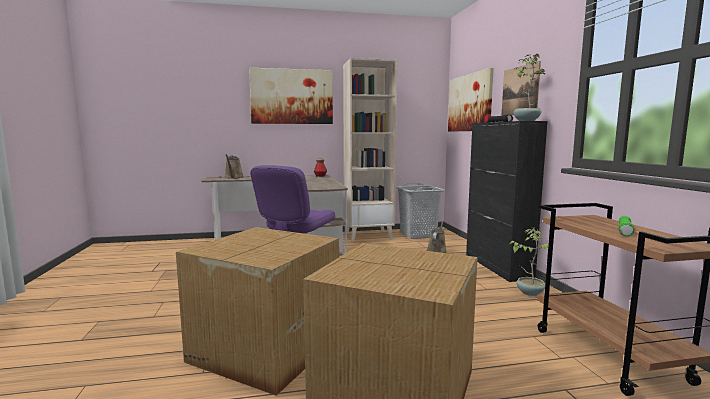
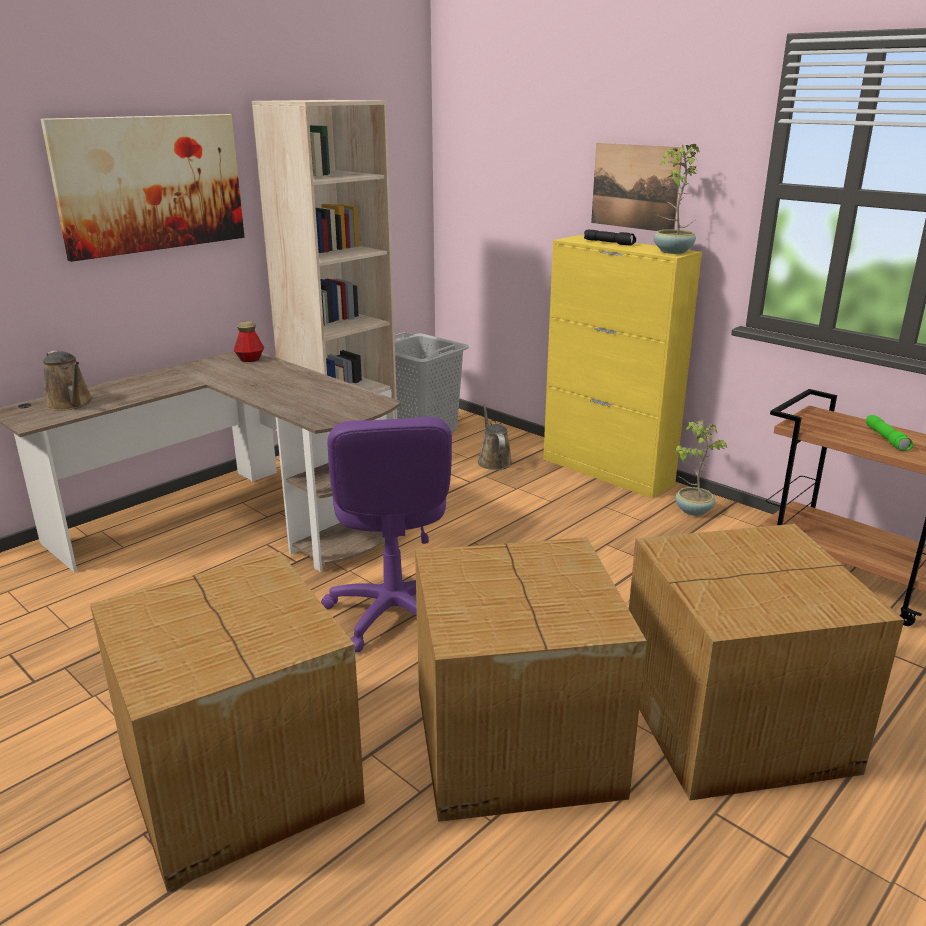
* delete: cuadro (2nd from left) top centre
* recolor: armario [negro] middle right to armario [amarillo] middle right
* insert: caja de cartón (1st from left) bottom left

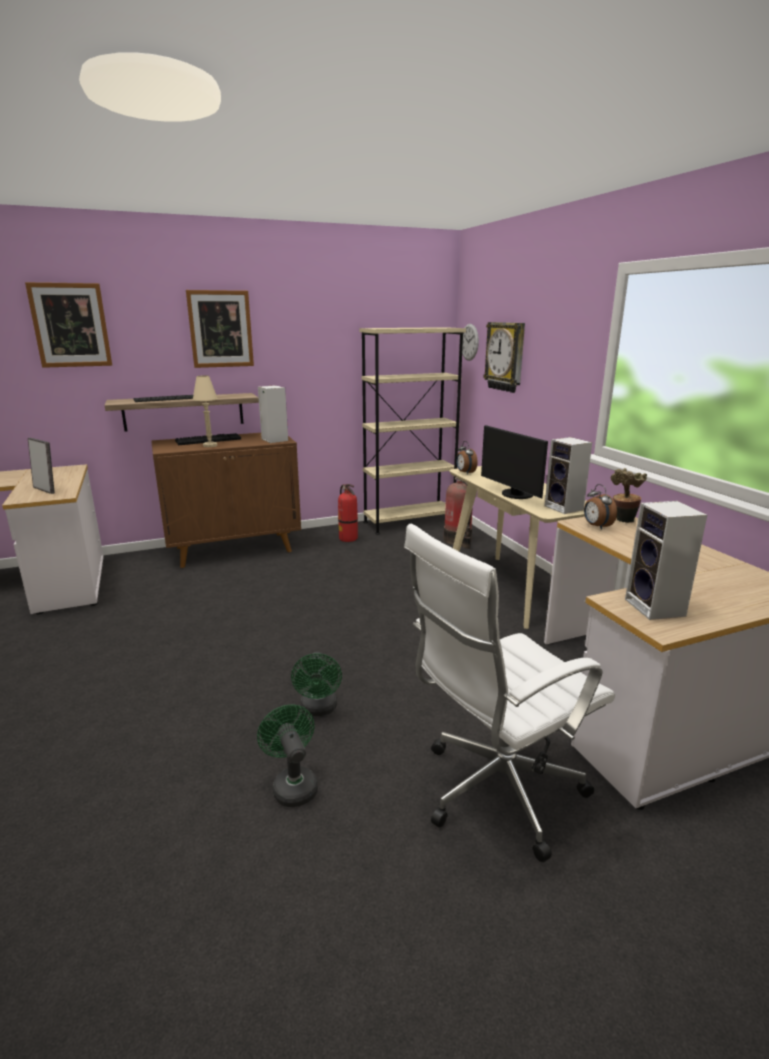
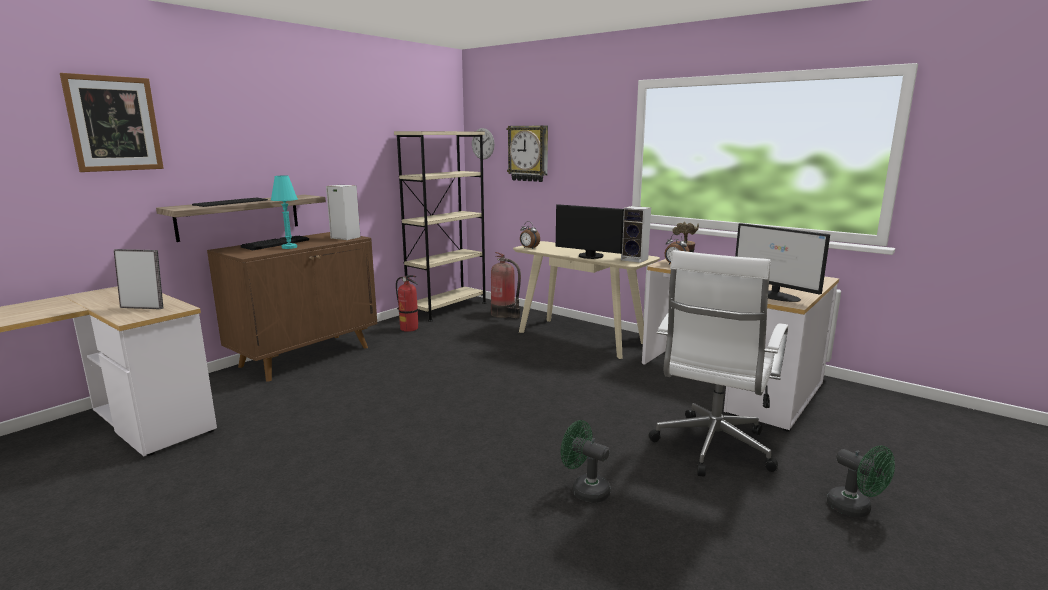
* delete: cuadro (2nd from left) top left
* recolor: lámpara de mesa [beis] middle left to lámpara de mesa [turquesa] middle left
* replace: altavoz (3rd from left) middle right to monitor (2nd from left) middle right
* move: ventilador [verde] (2nd from left) centre to bottom right

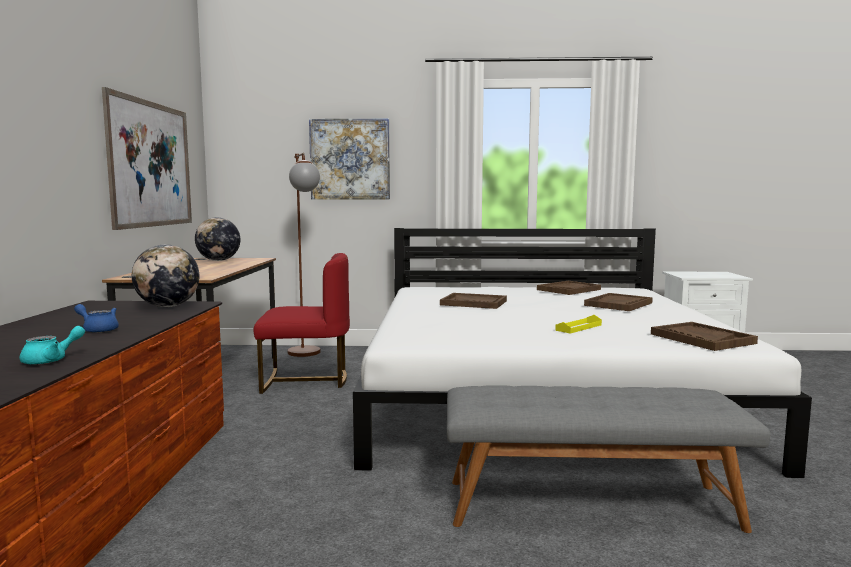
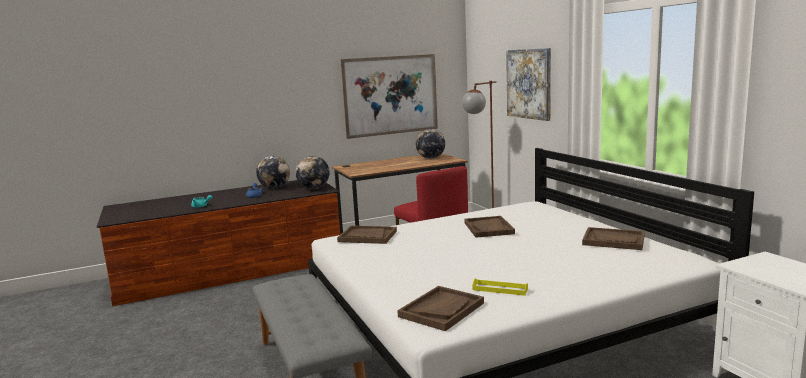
* move: bandeja [marrón] (3rd from left in the first image) middle right to bandeja [marrón] (1st from left) centre
* move: bandeja [amarillo] middle right to bottom centre
* insert: globo terráqueo (1st from left) centre

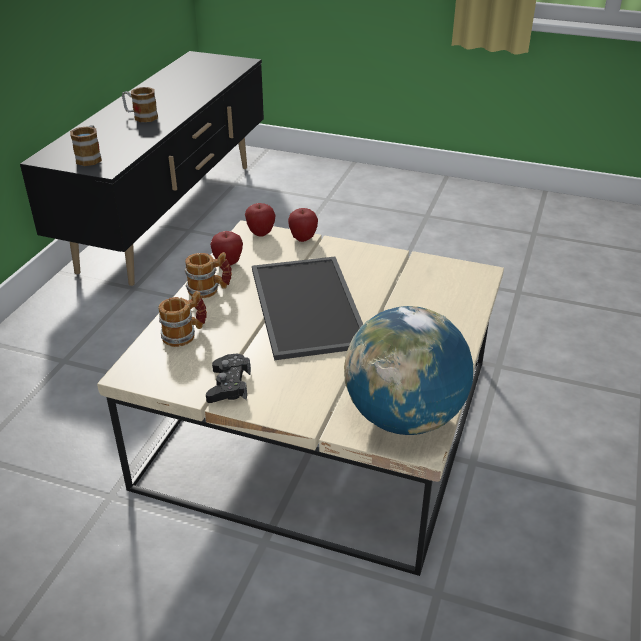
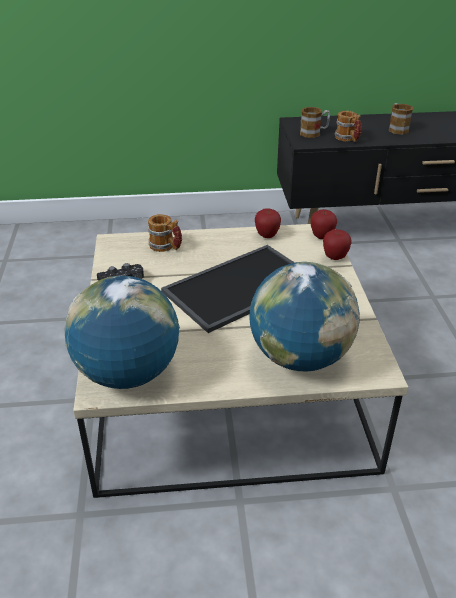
* move: taza grande (4th from left in the first image) middle left to taza grande (3rd from left) top right
* insert: globo terráqueo (2nd from left) middle right

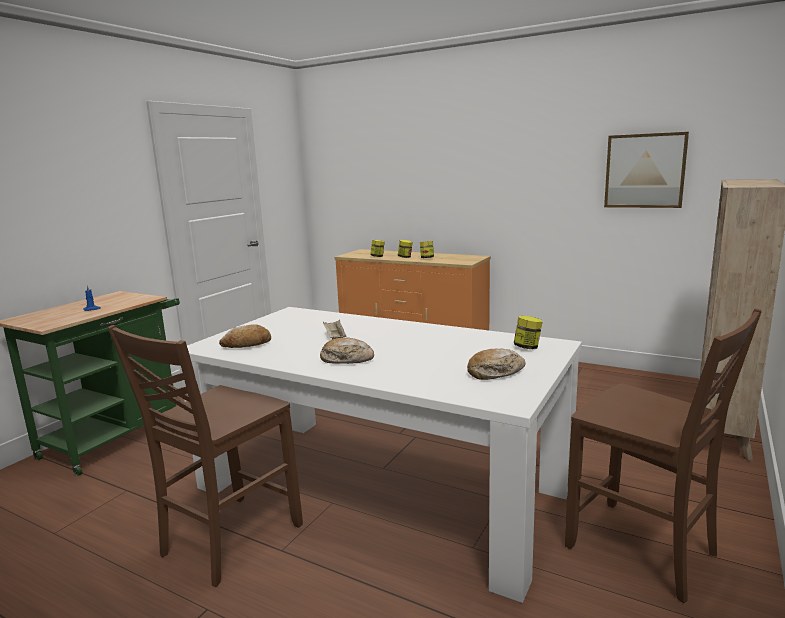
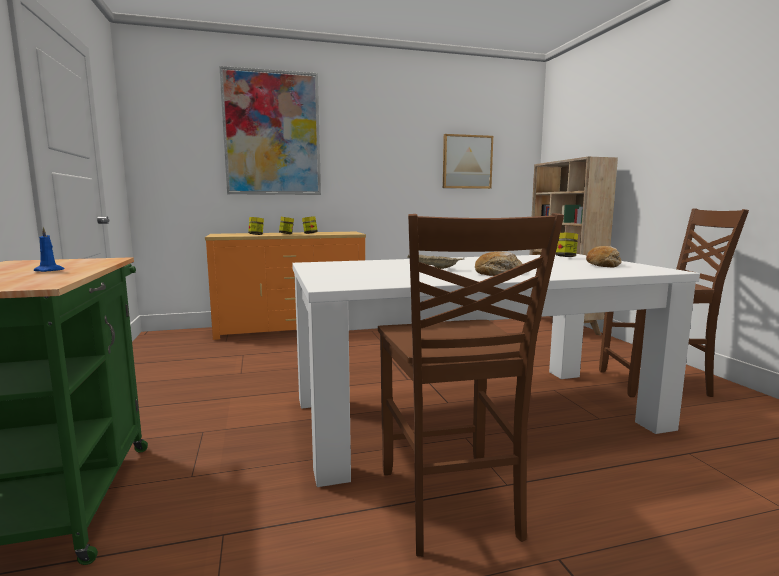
* delete: pan (1st from left) middle left
* insert: cuadro (1st from left) top centre

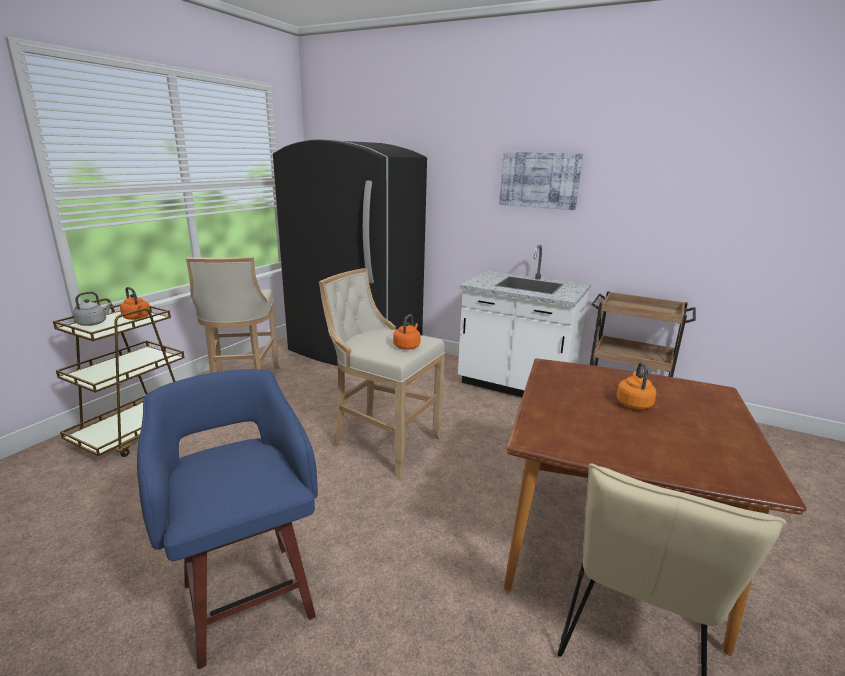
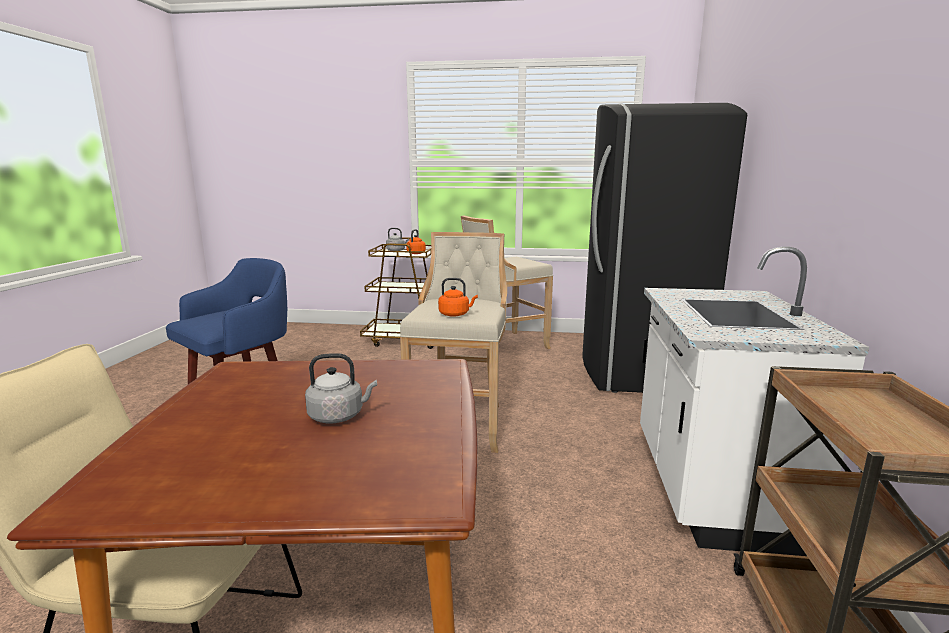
* delete: cuadro top centre
* recolor: hervidor [naranja] (3rd from left) middle right to hervidor [gris] (1st from left) centre

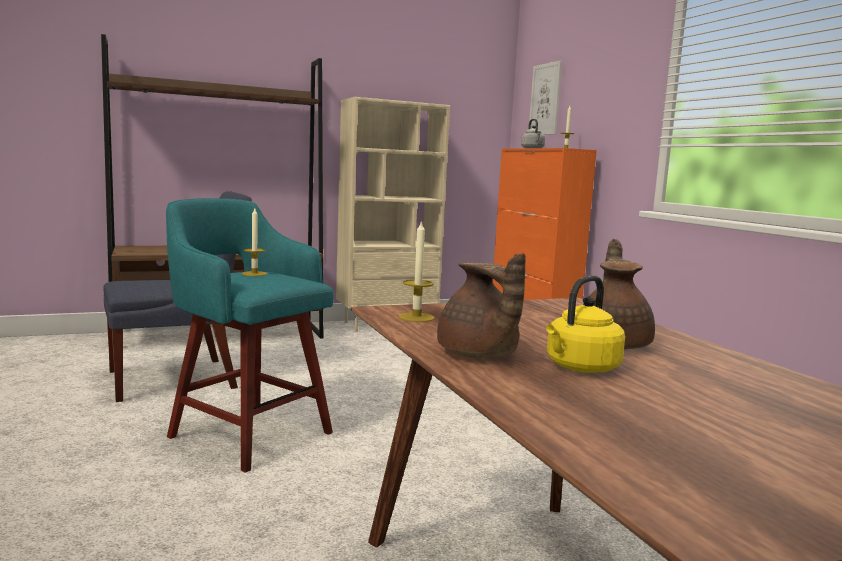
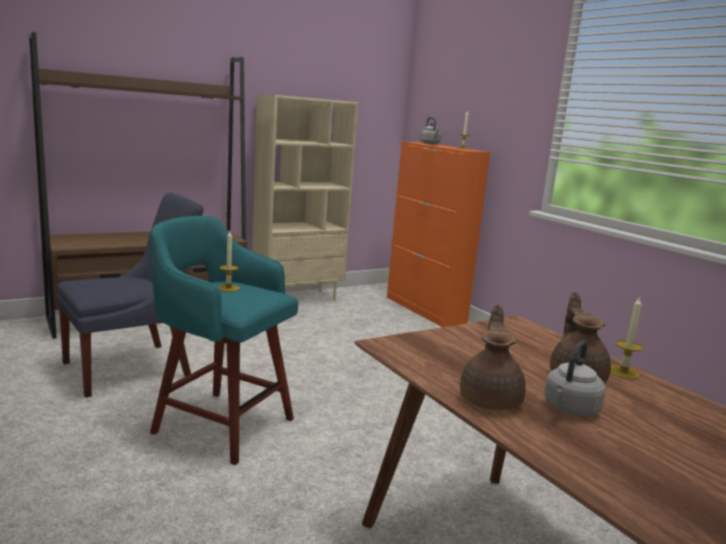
* delete: cuadro top centre
* move: vela (2nd from left in the first image) centre to vela (3rd from left) middle right
* rotate: tetera [marrón] (1st from left) centre = middle right 135 degrees counterclockwise
* recolor: hervidor [amarillo] middle right to hervidor [gris] (2nd from left) bottom right

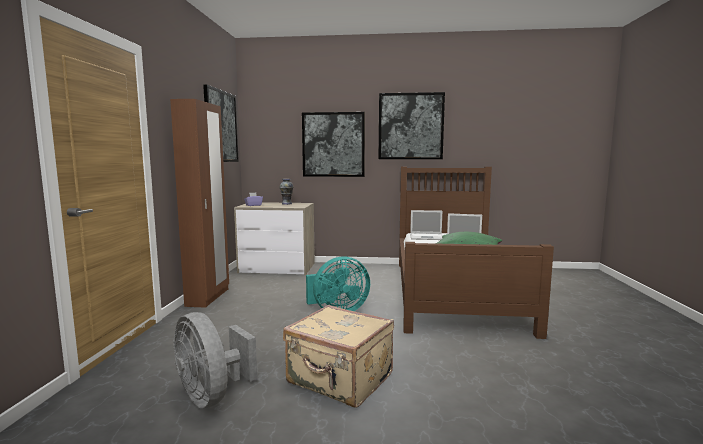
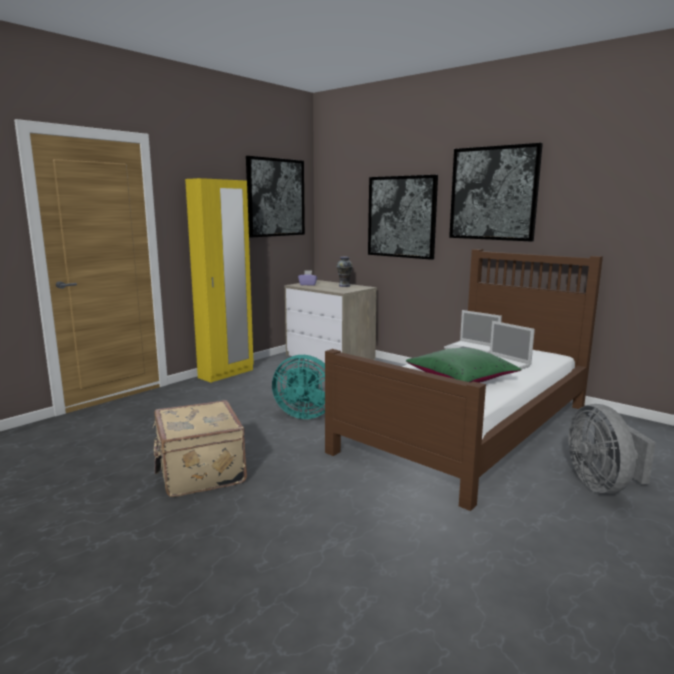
* recolor: armario ropero [marrón] middle left to armario ropero [amarillo] middle left
* move: ventilador [gris] bottom left to middle right

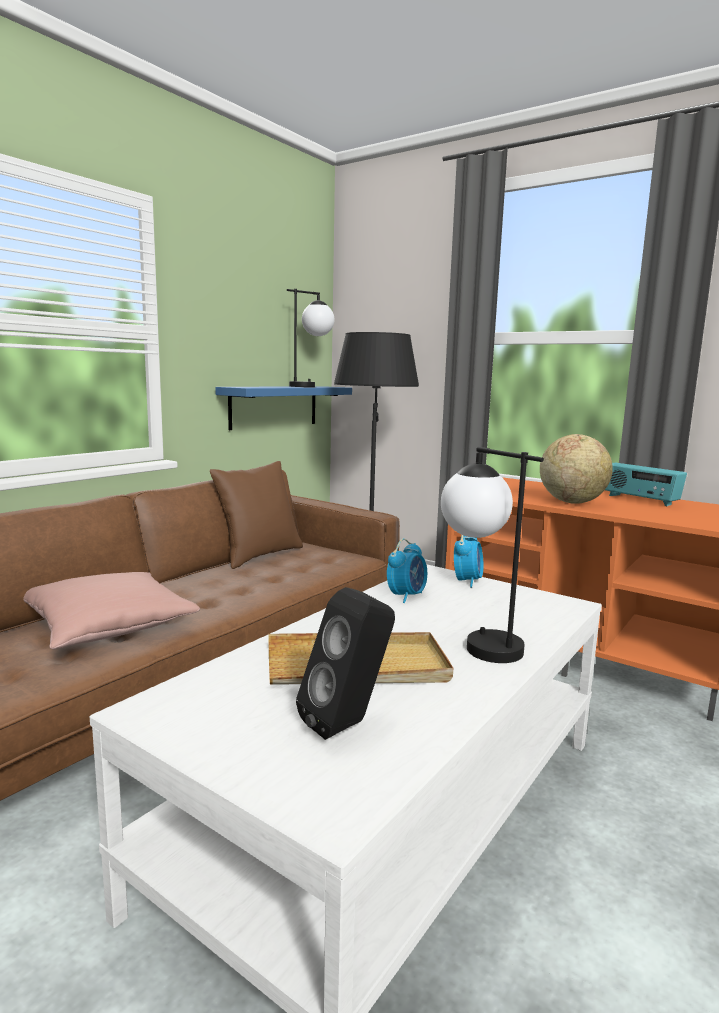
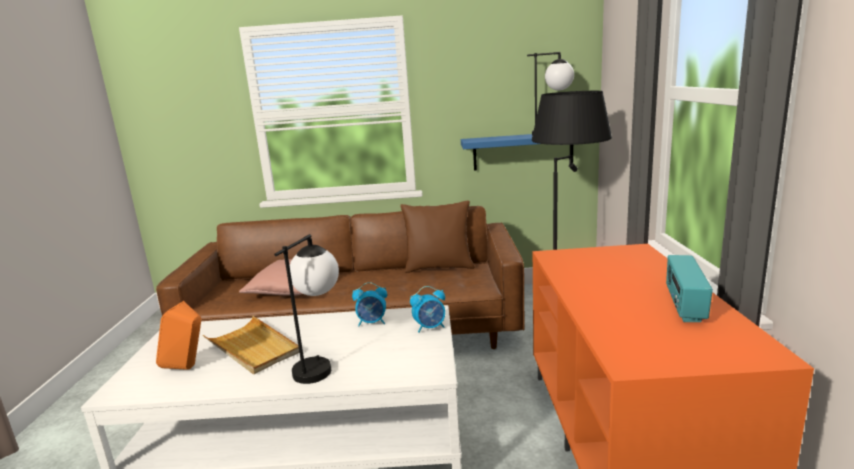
* delete: globo terráqueo middle right
* recolor: altavoz [negro] centre to altavoz [naranja] bottom left

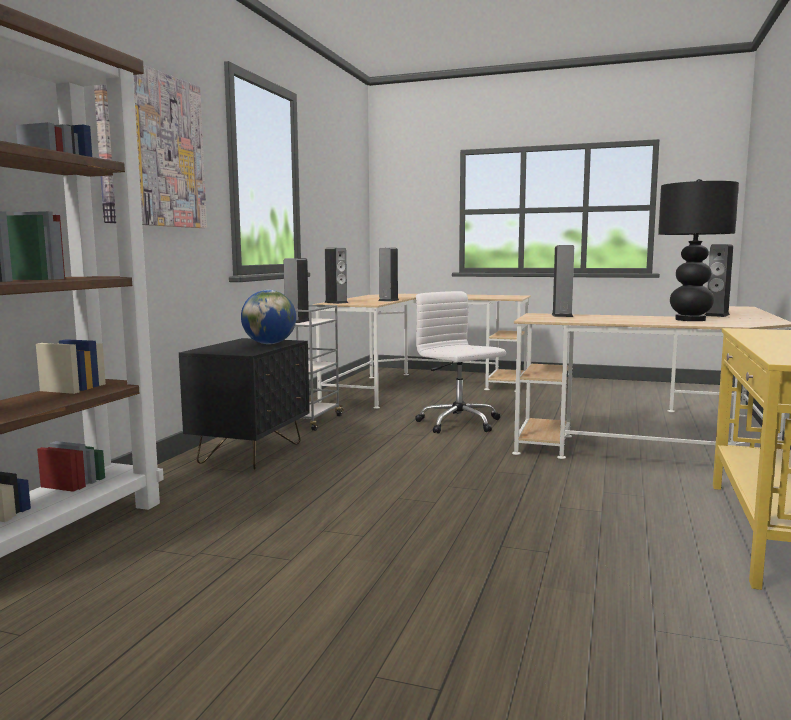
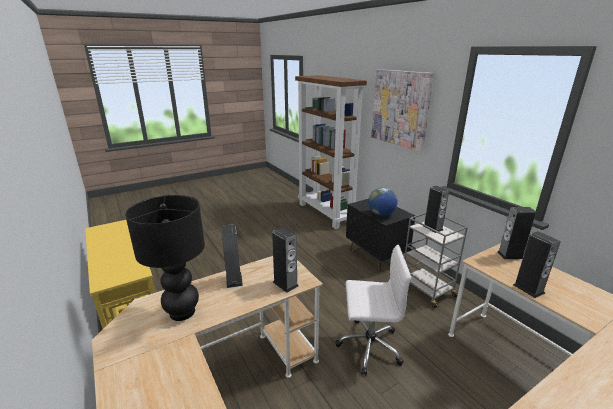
* move: altavoz (5th from left in the first image) middle right to altavoz (1st from left) centre

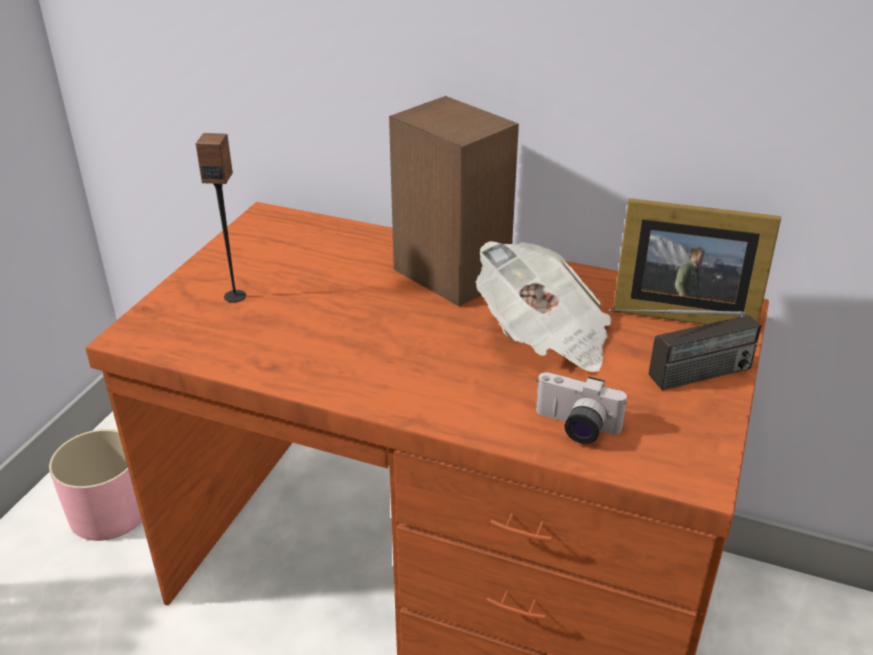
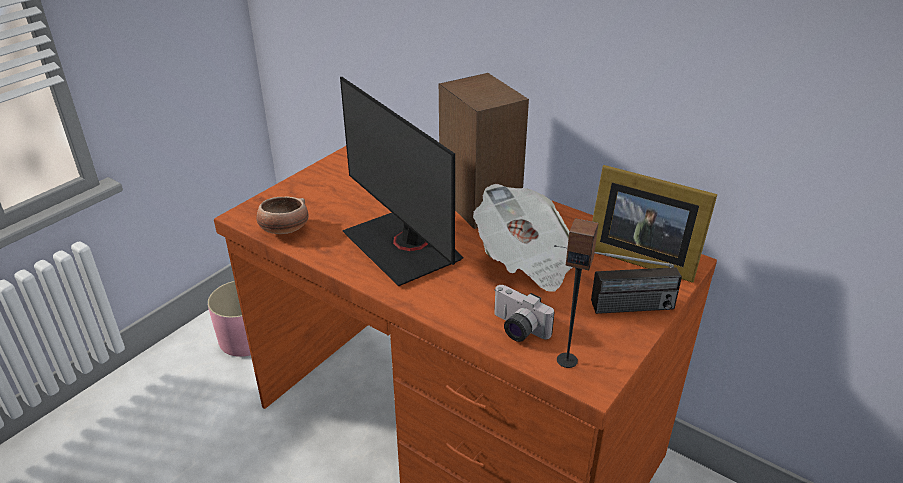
* move: altavoz (1st from left in the first image) top left to altavoz (2nd from left) centre
* insert: monitor centre
* insert: cuenco middle left

